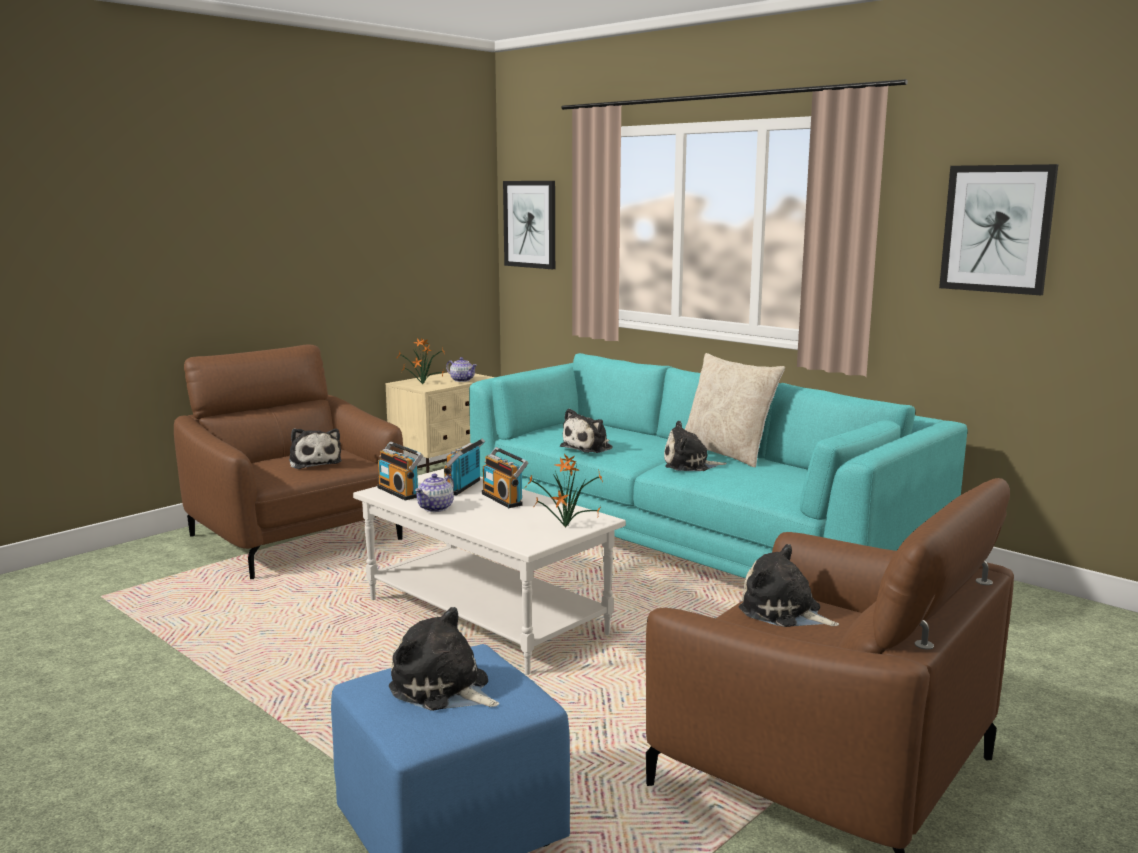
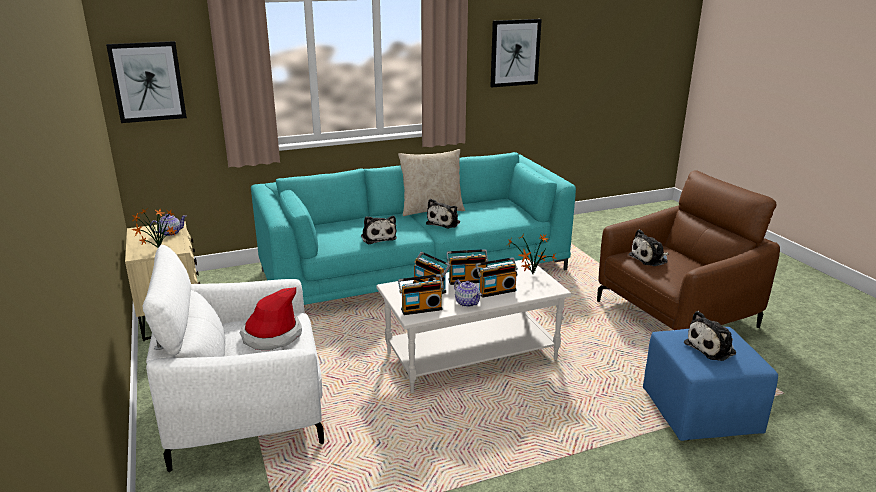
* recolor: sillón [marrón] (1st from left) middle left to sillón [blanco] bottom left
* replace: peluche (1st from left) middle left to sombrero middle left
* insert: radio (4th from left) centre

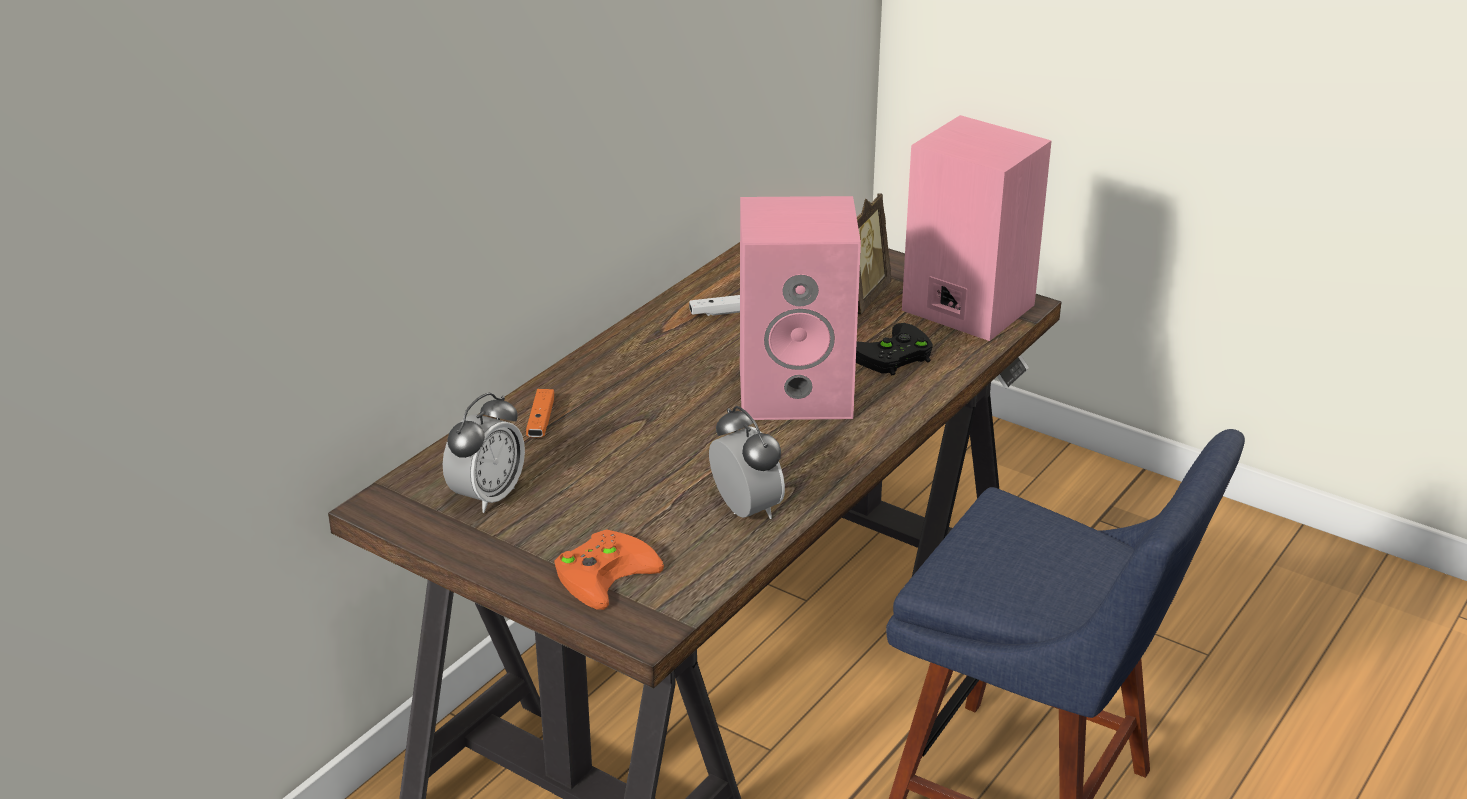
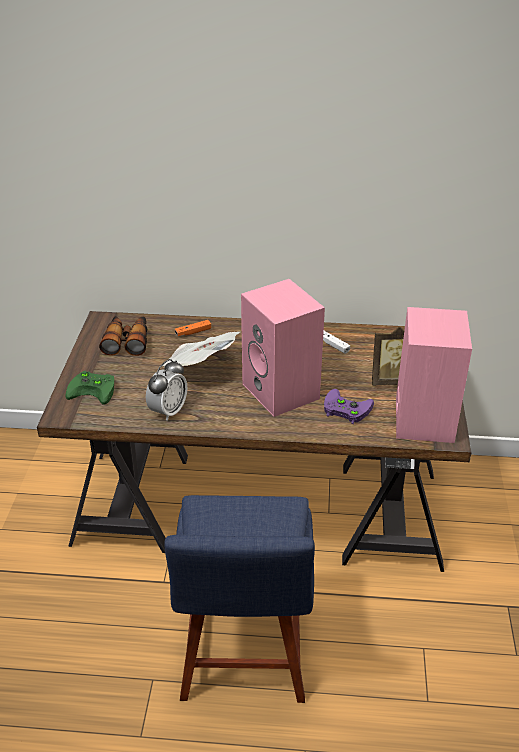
* recolor: mando de consola [negro] centre to mando de consola [morado] middle right
* replace: despertador (1st from left) middle left to prismáticos middle left
* recolor: mando de consola [naranja] (2nd from left) bottom centre to mando de consola [verde] middle left
* insert: periódico centre

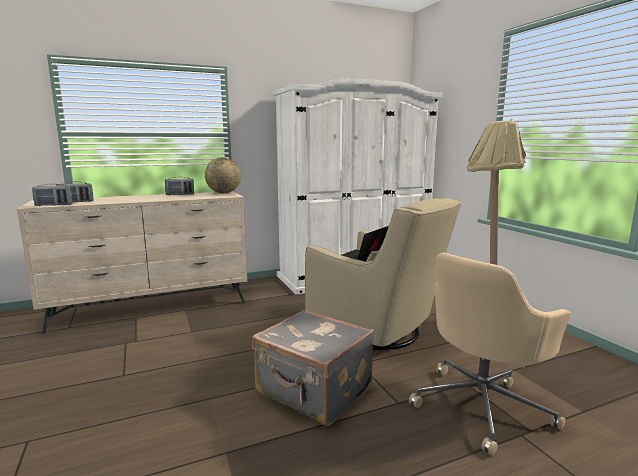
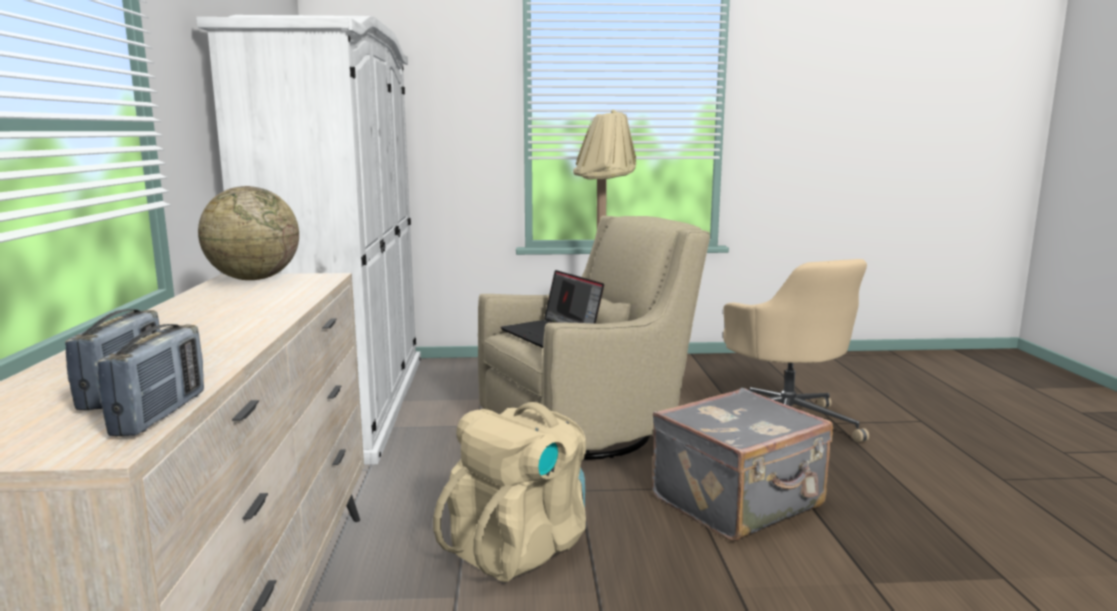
* delete: radio (3rd from left) middle left
* insert: mochila [beis] bottom centre

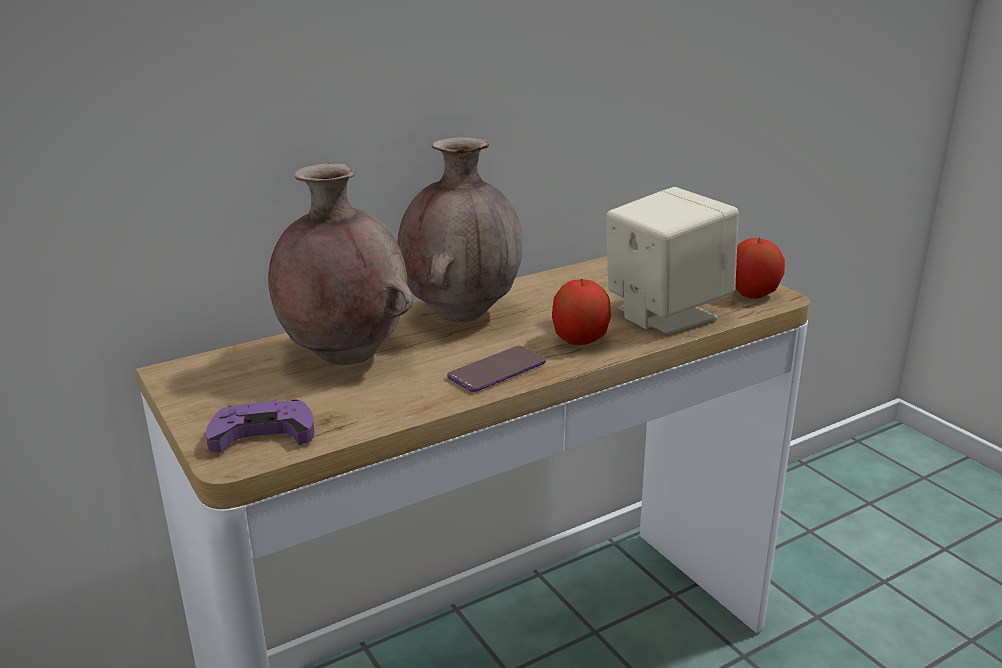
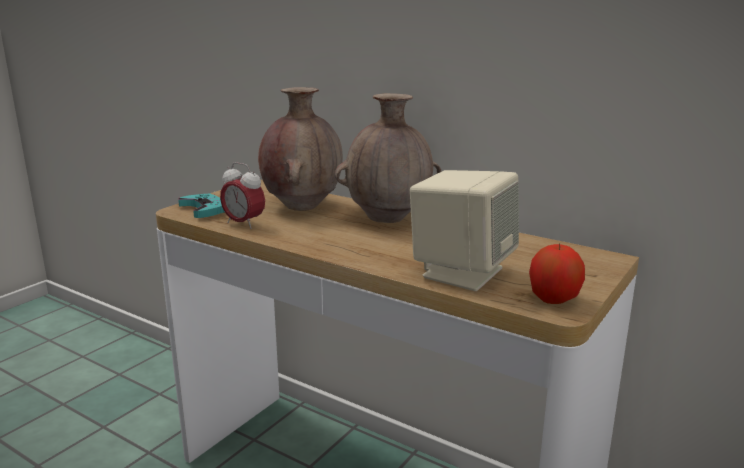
* delete: manzana (1st from left) centre
* delete: móvil centre
* recolor: mando de consola [morado] middle left to mando de consola [turquesa] middle left
* insert: despertador middle left

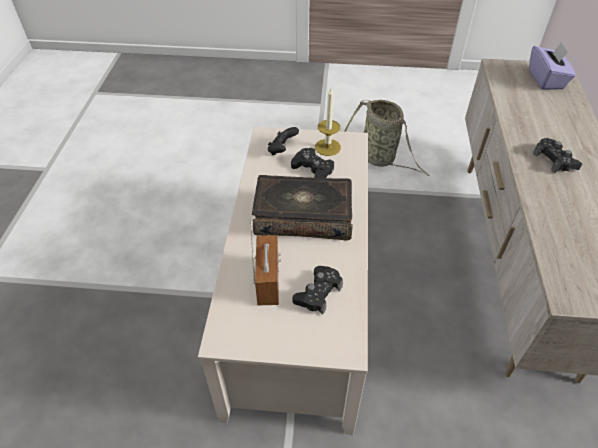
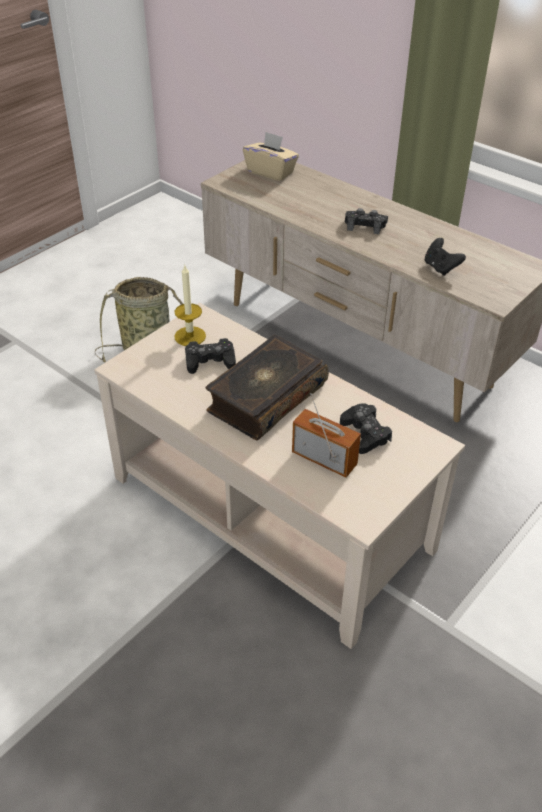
* recolor: caja de pañuelos [morado] top right to caja de pañuelos [beis] top centre
* move: mando de consola [negro] (1st from left in the first image) top centre to mando de consola [negro] (4th from left) top right

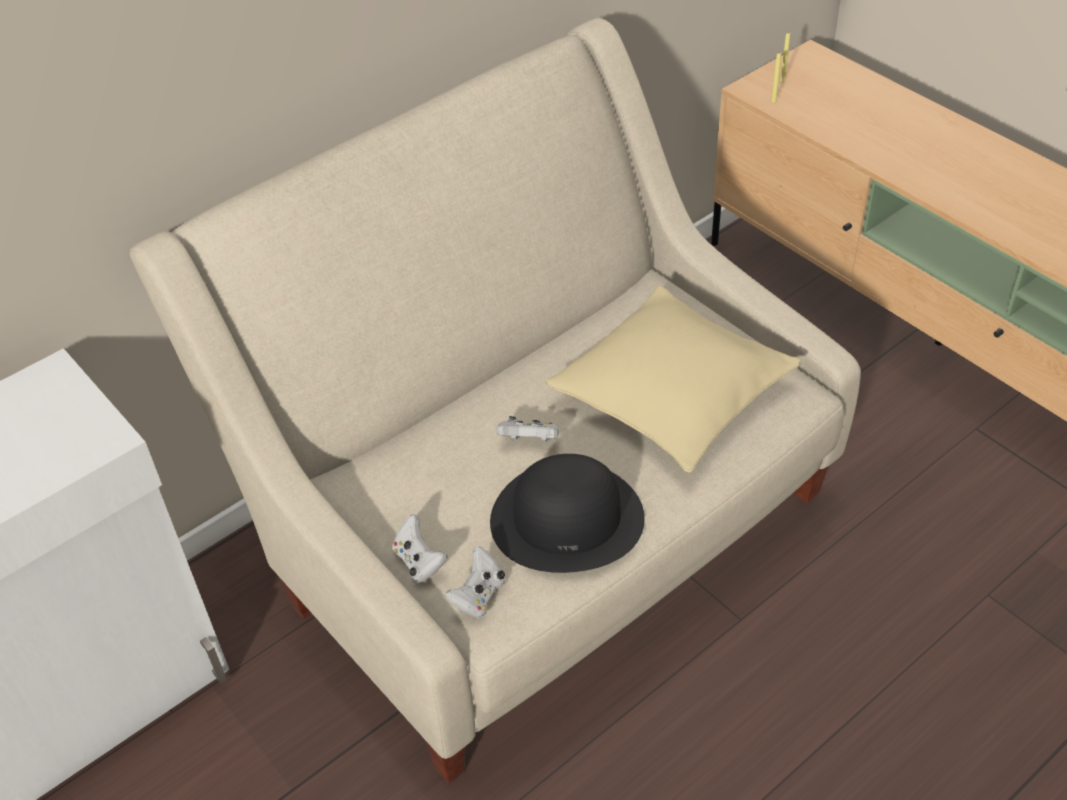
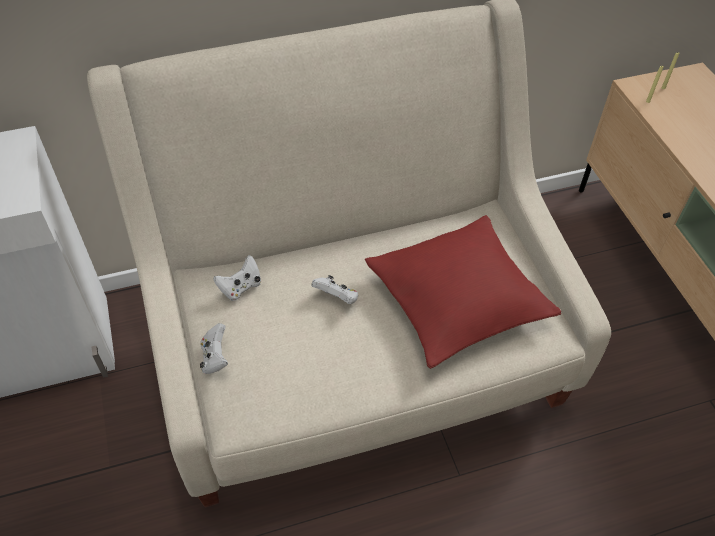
* recolor: cojín [beis] centre to cojín [rojo] centre
* delete: sombrero [negro] centre
* move: mando de consola [blanco] (2nd from left) bottom centre to middle left

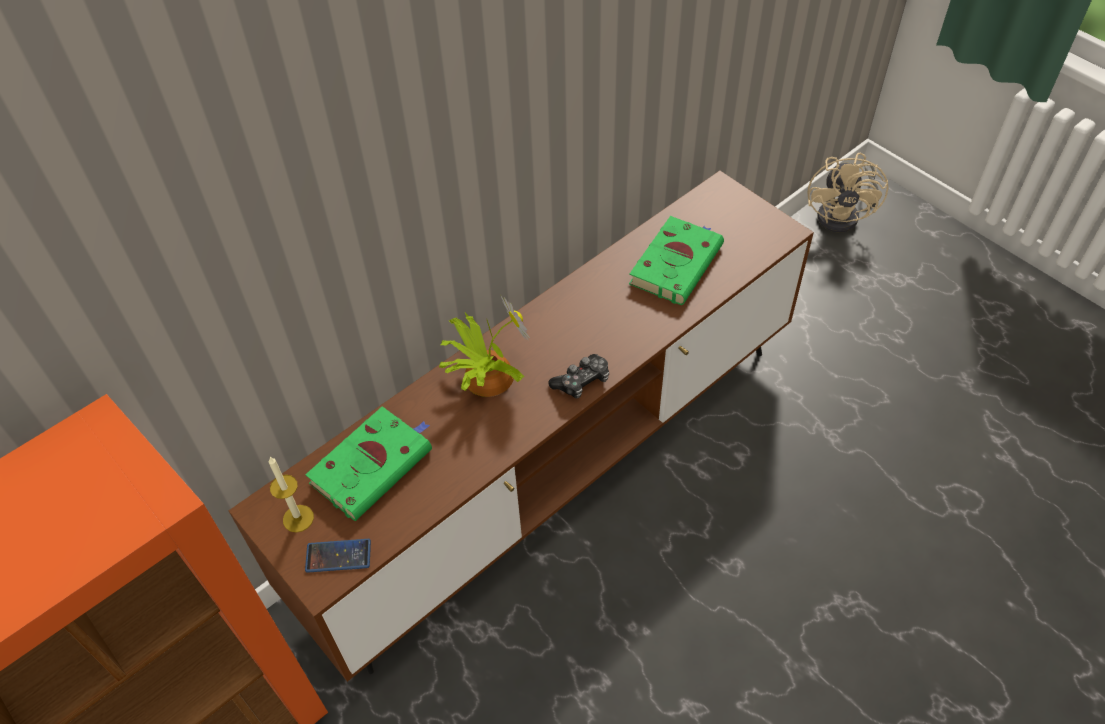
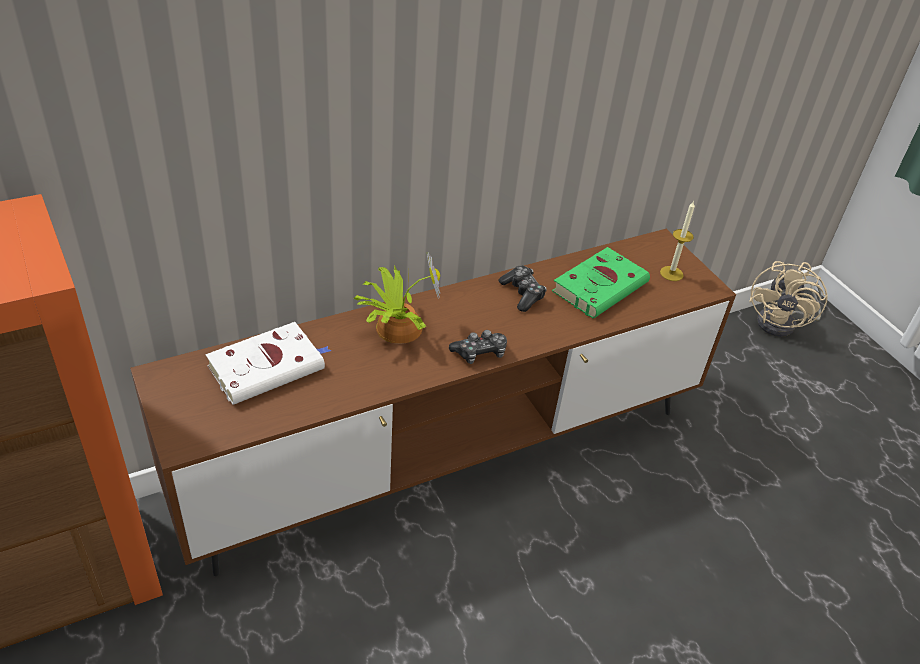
* recolor: libro [verde] (1st from left) middle left to libro [blanco] middle left
* move: vela bottom left to middle right
* delete: móvil bottom left
* insert: mando de consola (2nd from left) centre

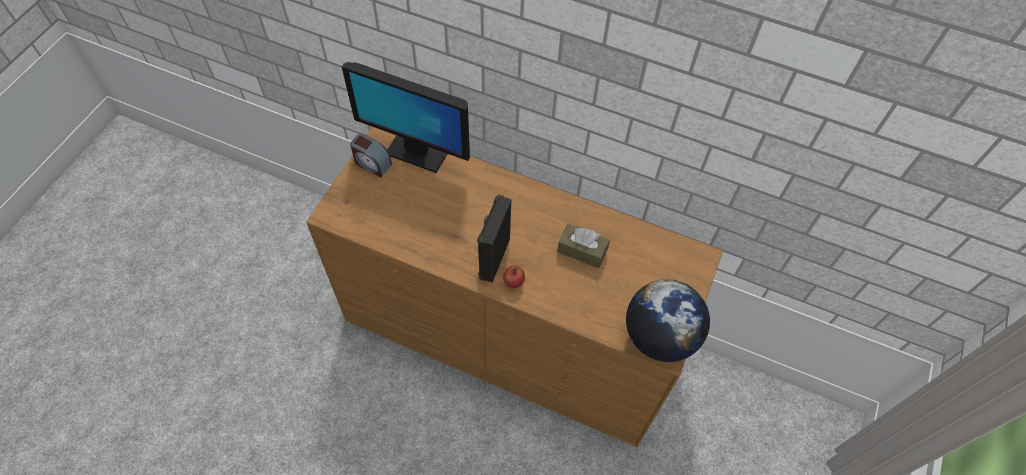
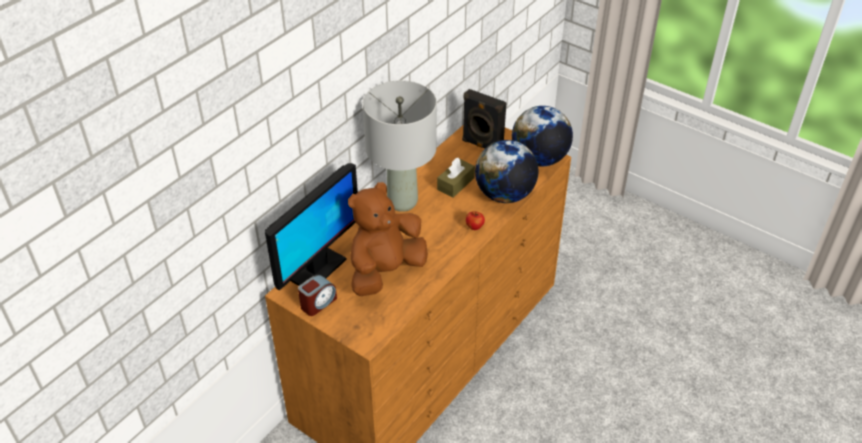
* move: altavoz [negro] centre to top centre
* insert: lámpara de mesa [gris] top centre
* insert: globo terráqueo (1st from left) centre
* insert: peluche [marrón] centre

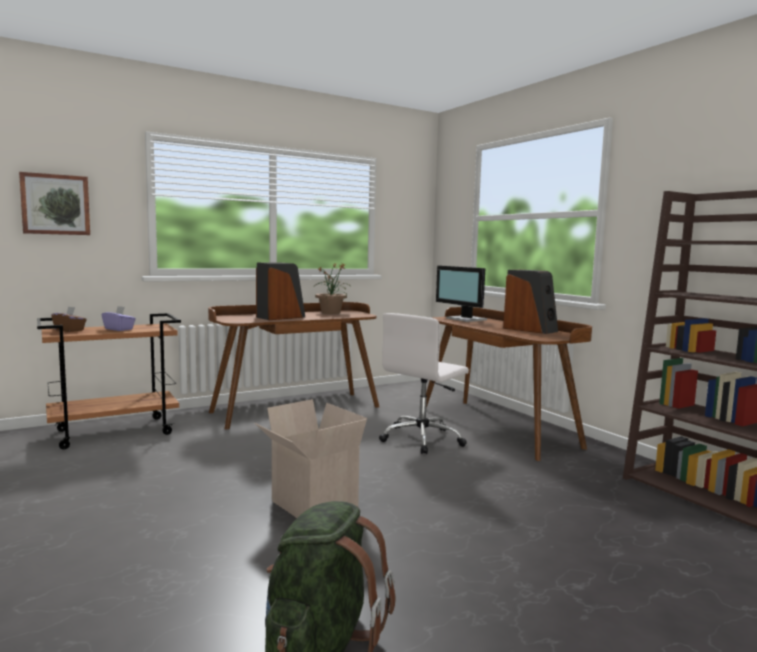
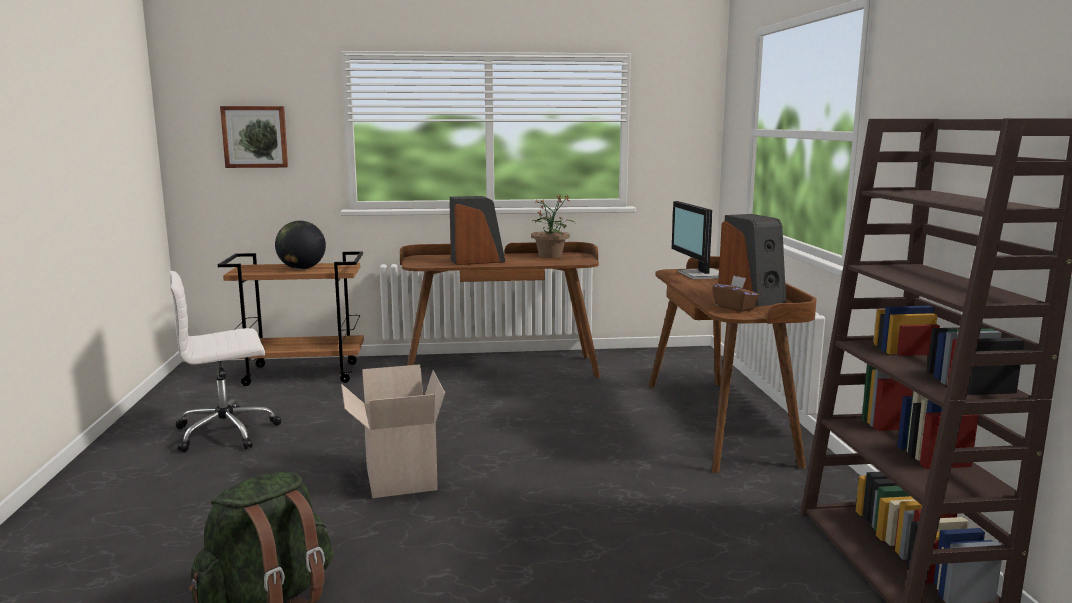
* move: caja de pañuelos [marrón] middle left to middle right
* replace: caja de pañuelos [morado] middle left to globo terráqueo middle left
* move: silla de oficina [blanco] centre to middle left

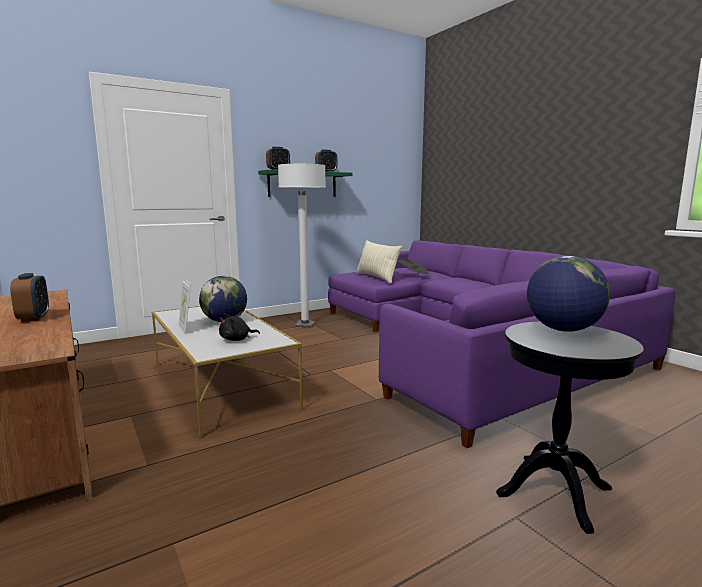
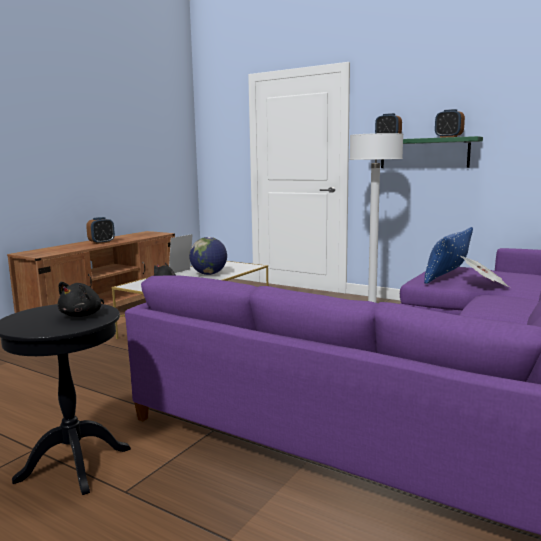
* recolor: cojín [beis] centre to cojín [azul] middle right
* replace: globo terráqueo (2nd from left) middle right to peluche [negro] (1st from left) middle left

